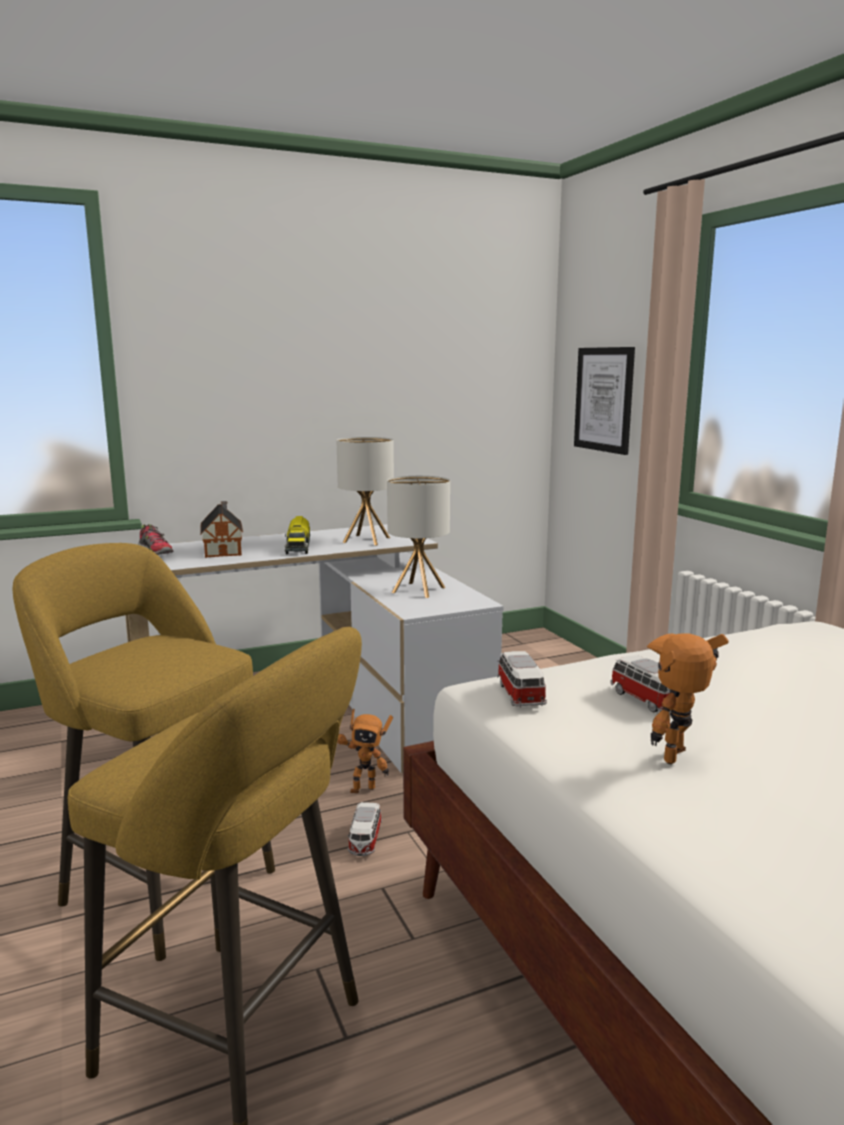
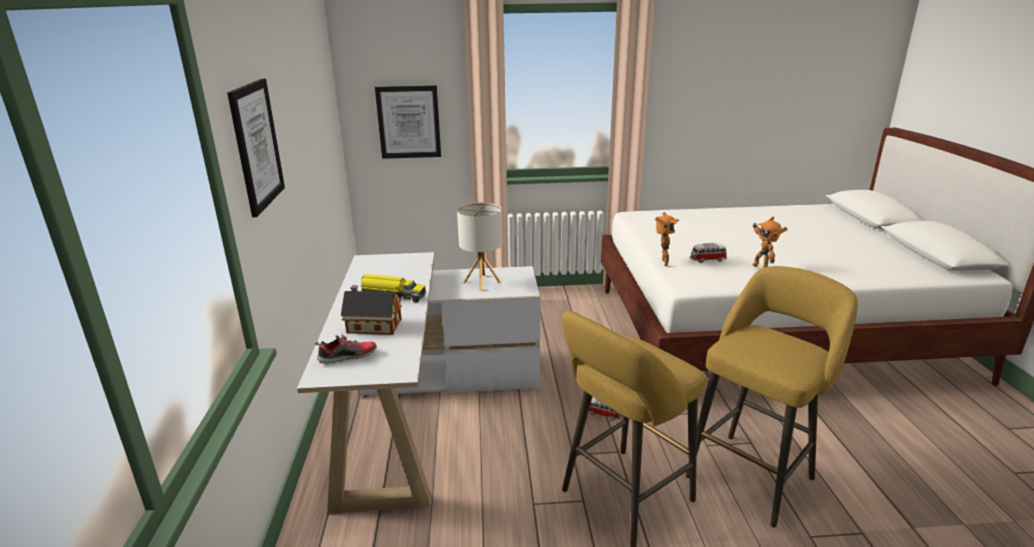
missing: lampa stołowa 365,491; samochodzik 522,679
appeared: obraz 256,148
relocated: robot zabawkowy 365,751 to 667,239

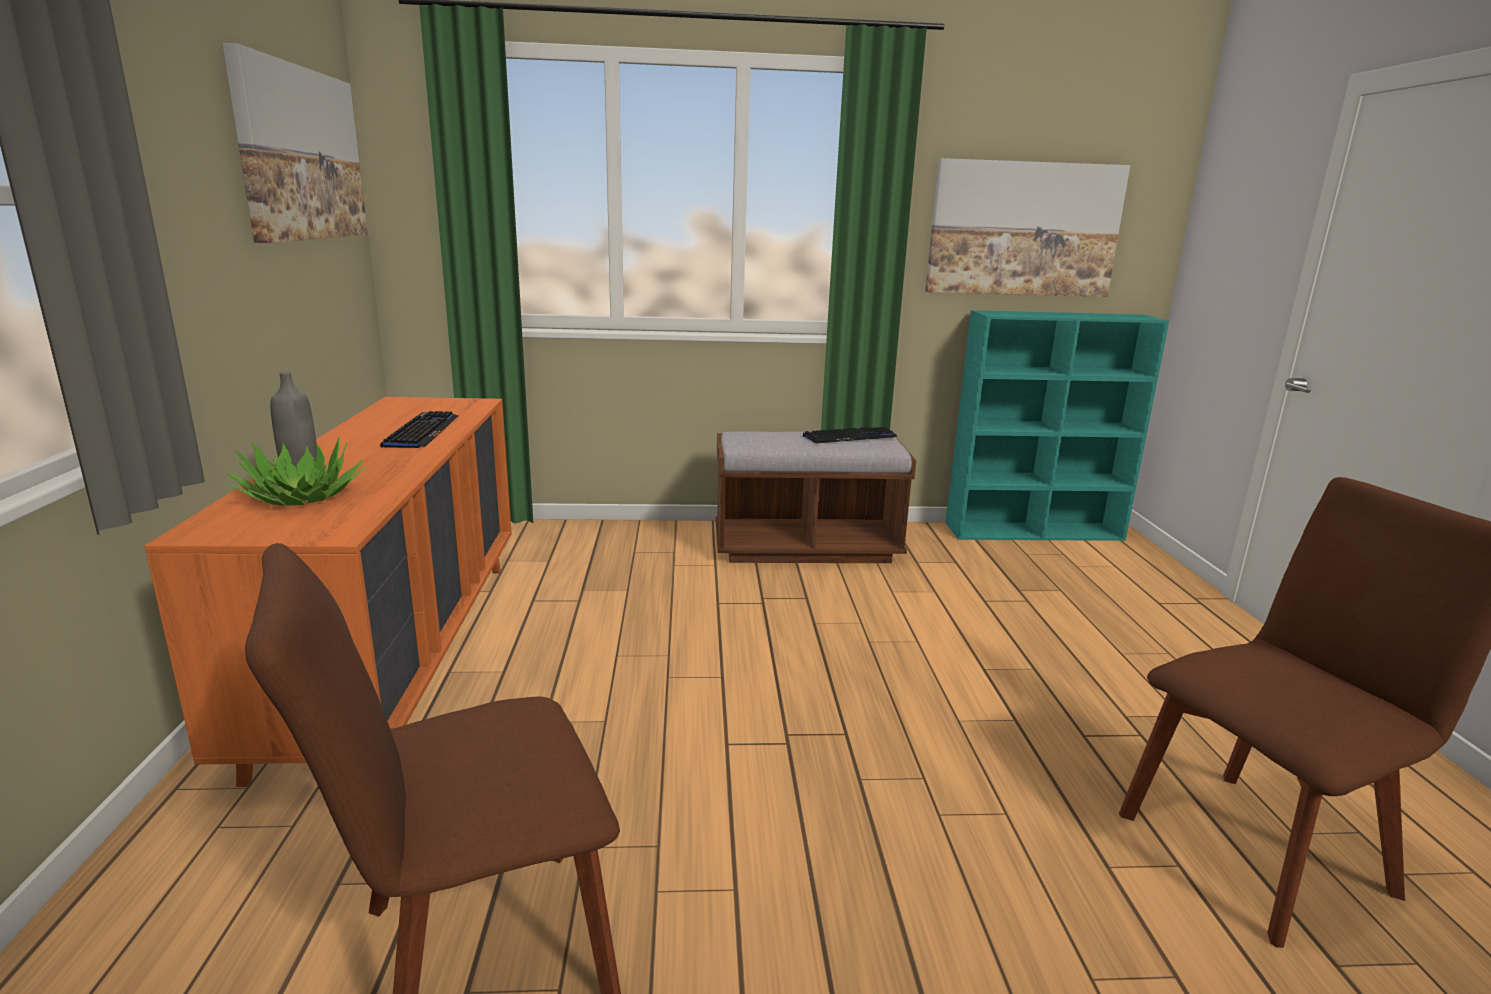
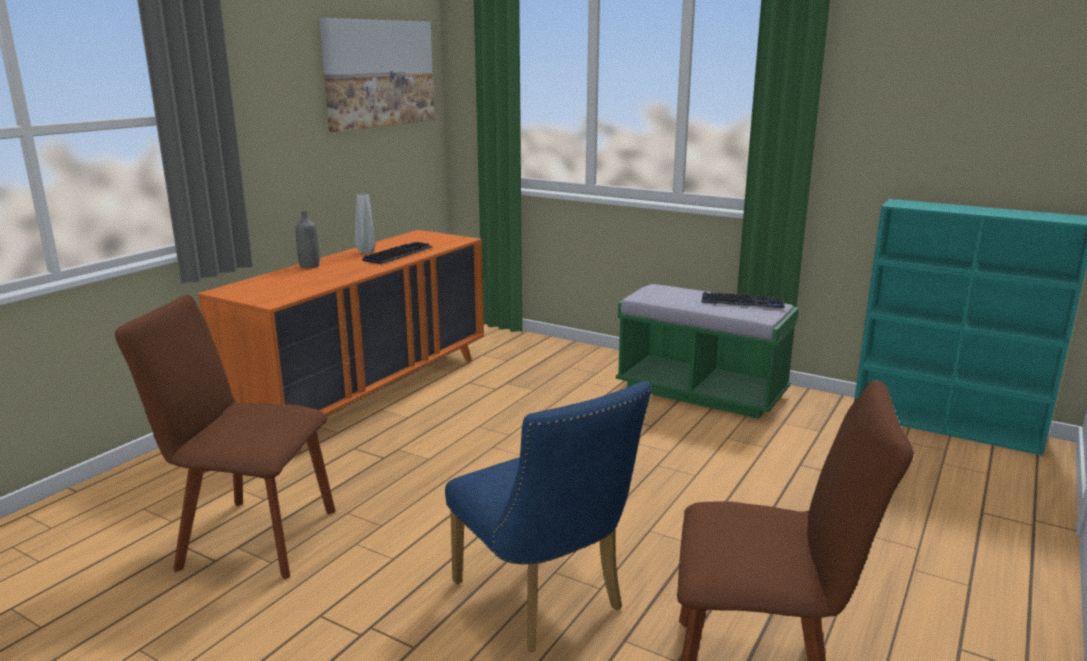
missing: roślina doniczkowa 296,471; obraz 1027,227
appeared: wazon (szary) 365,223; krzesło (niebieski) 548,516
colour: ławka (brązowy) 815,497 to ławka (zielony) 707,351

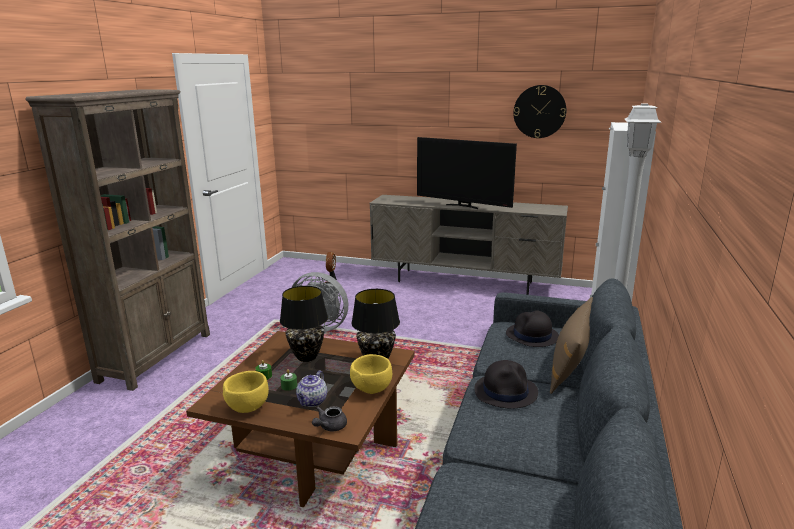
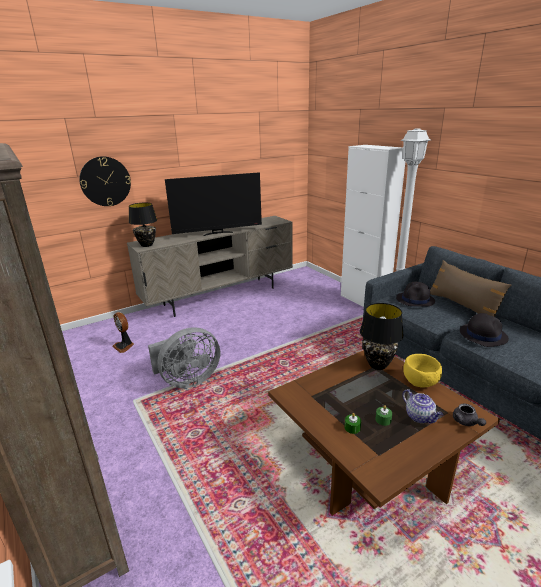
missing: miska (żółty) 246,392
relocated: lampa stołowa (czarny) 304,324 to 143,225; zegar ścienny 539,111 to 105,181

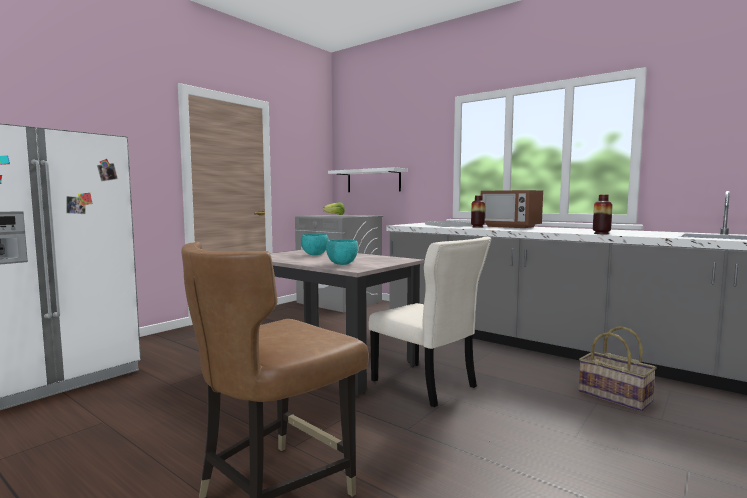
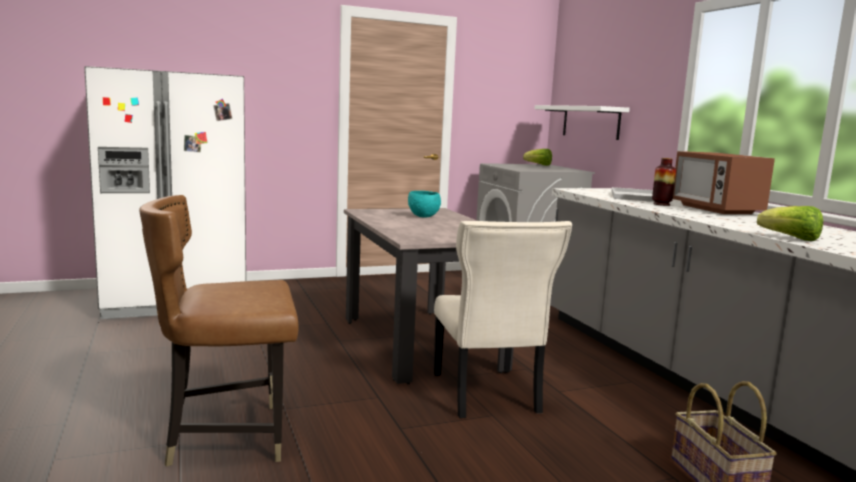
missing: miska (turkusowy) 342,252
exchanged: wazon 603,214 to sałata 790,223

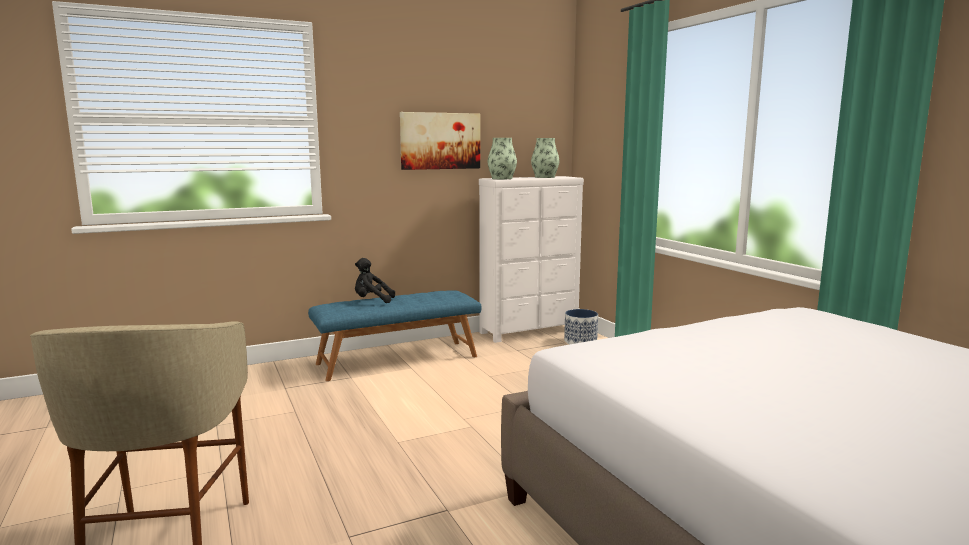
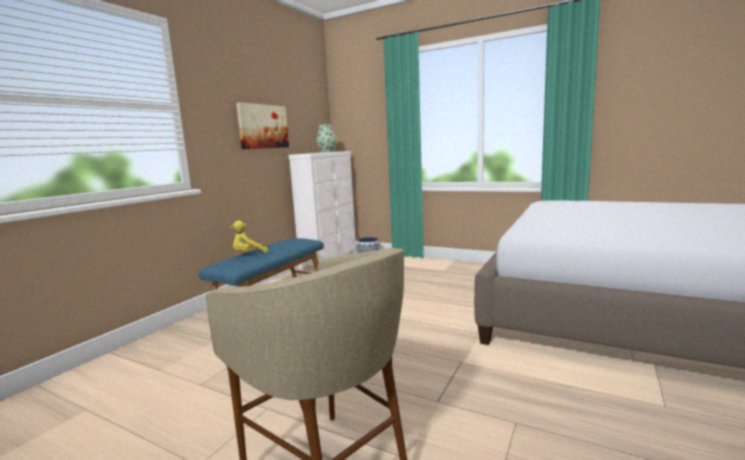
missing: wazon 502,158
colour: pluszak (czarny) 375,280 to pluszak (żółty) 249,237

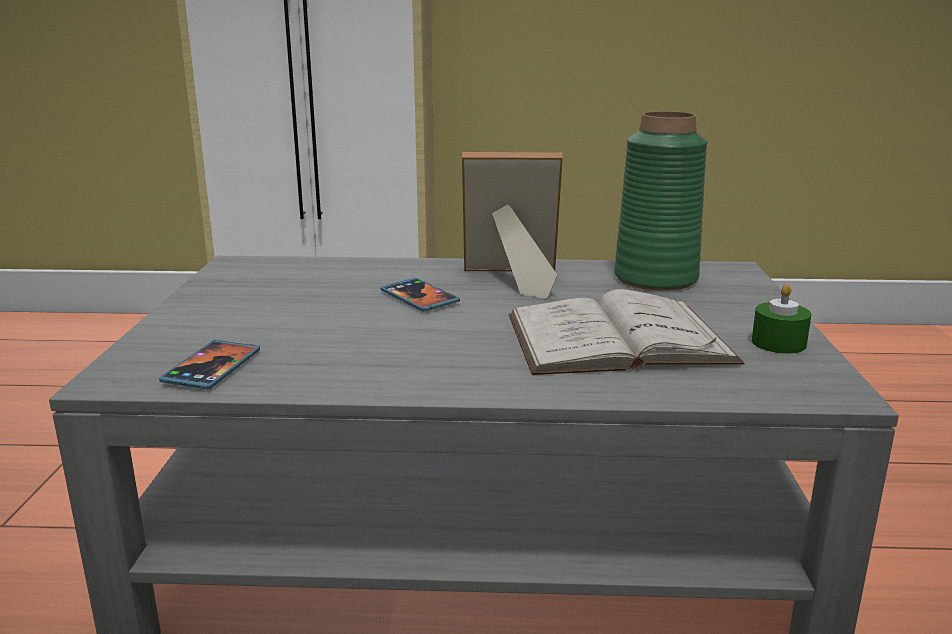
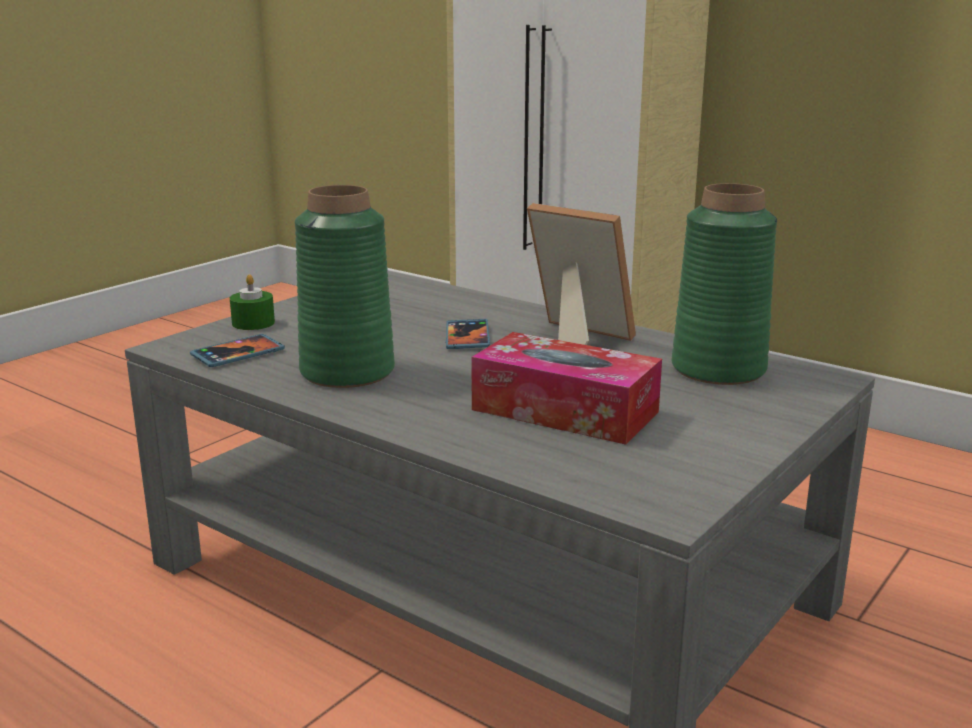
appeared: wazon (zielony) 345,286
relocated: świeca (zielony) 782,319 to 252,302
exchanged: książka (biały) 627,332 to pudełko chusteczek 566,388

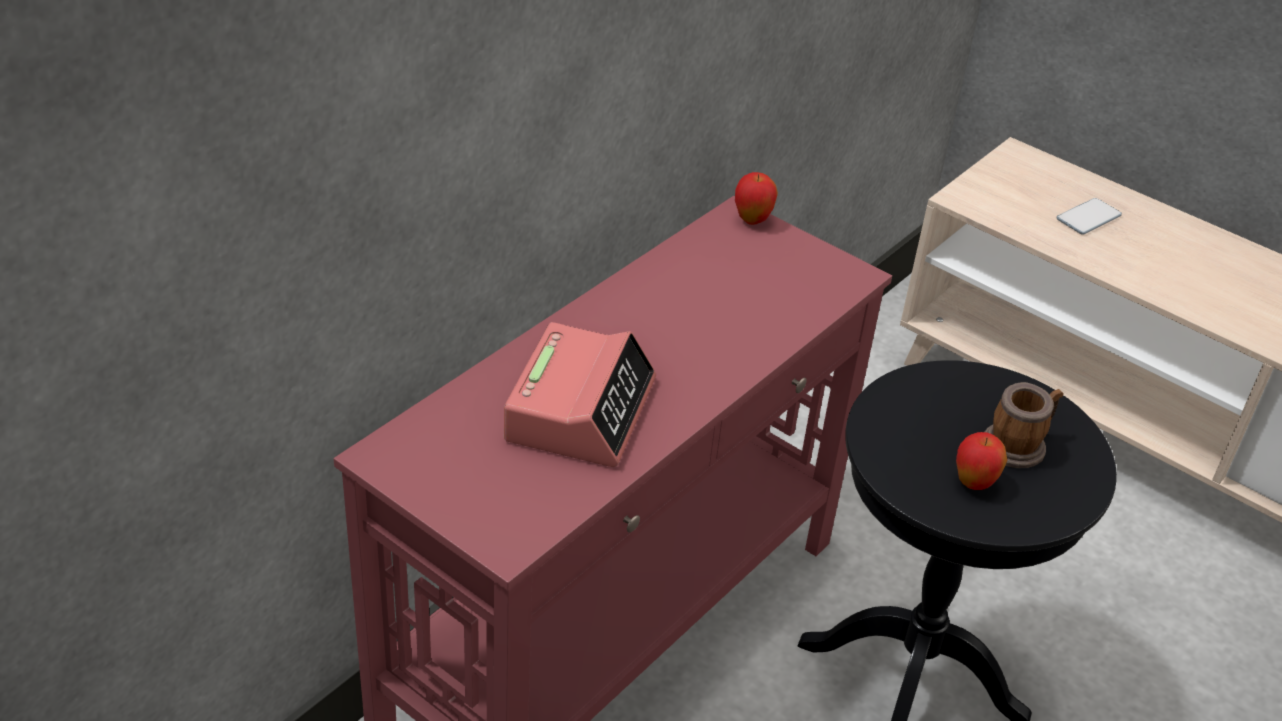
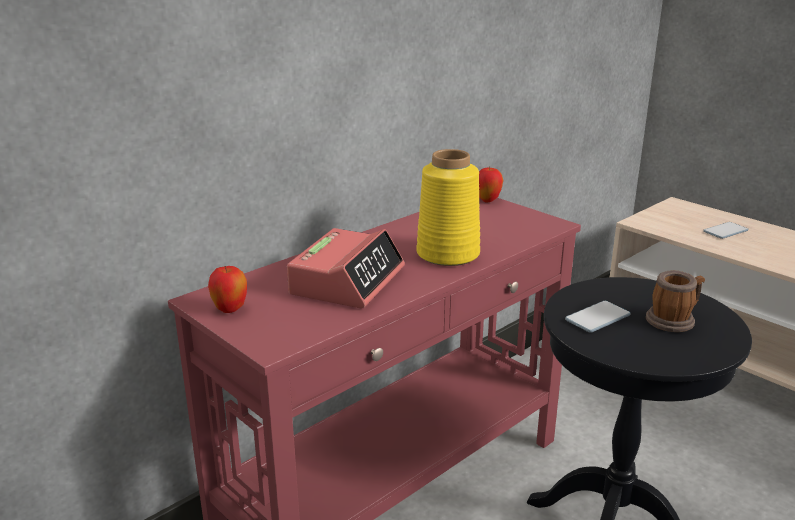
appeared: wazon (żółty) 448,207; telefon 598,317
relocated: jabłko 981,461 to 227,289

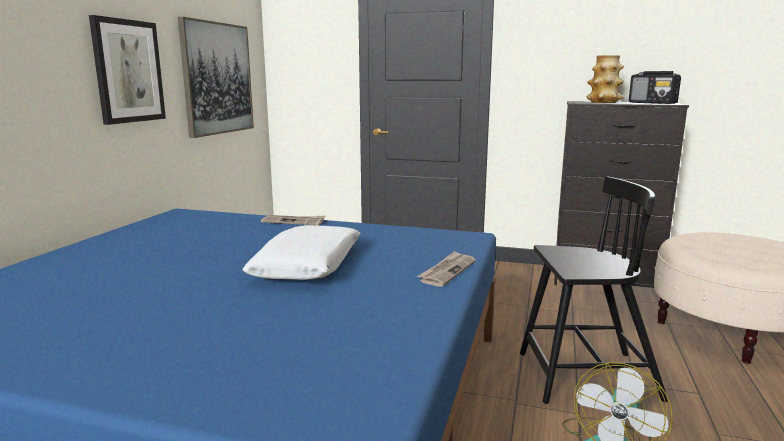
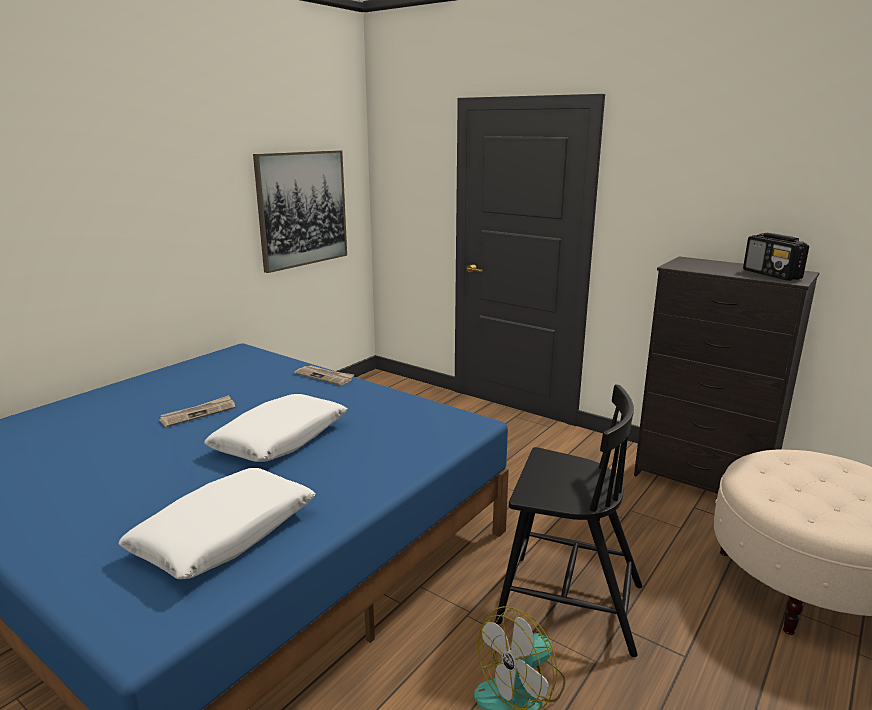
missing: obraz 127,70; wazon 605,79
appeared: poduszka (biały) 217,523
relocated: gazeta 446,269 to 197,411

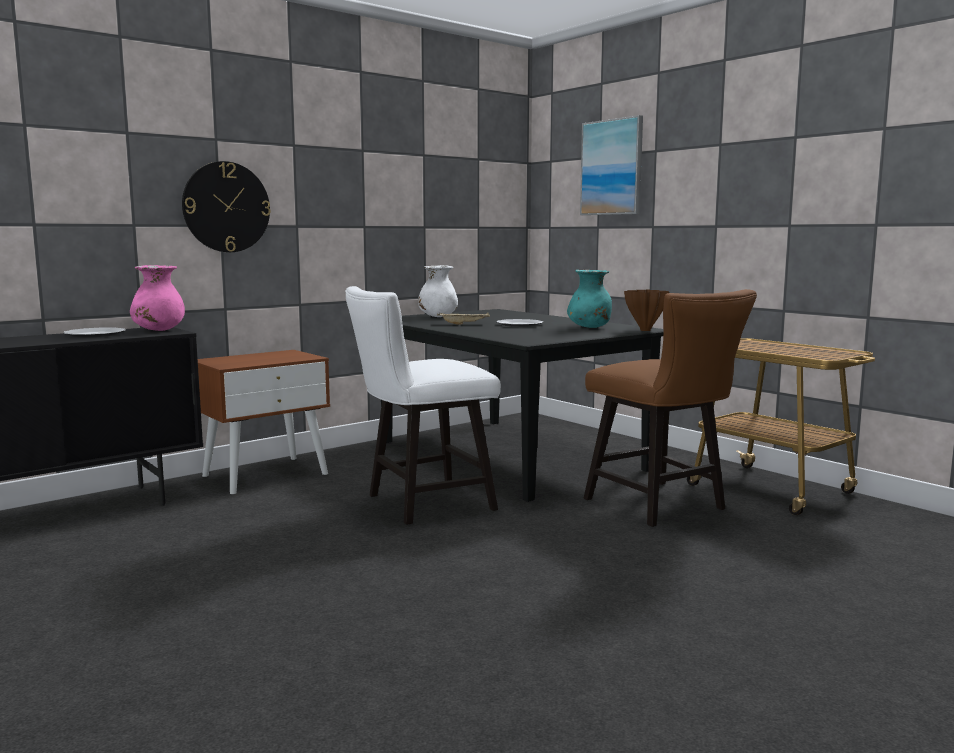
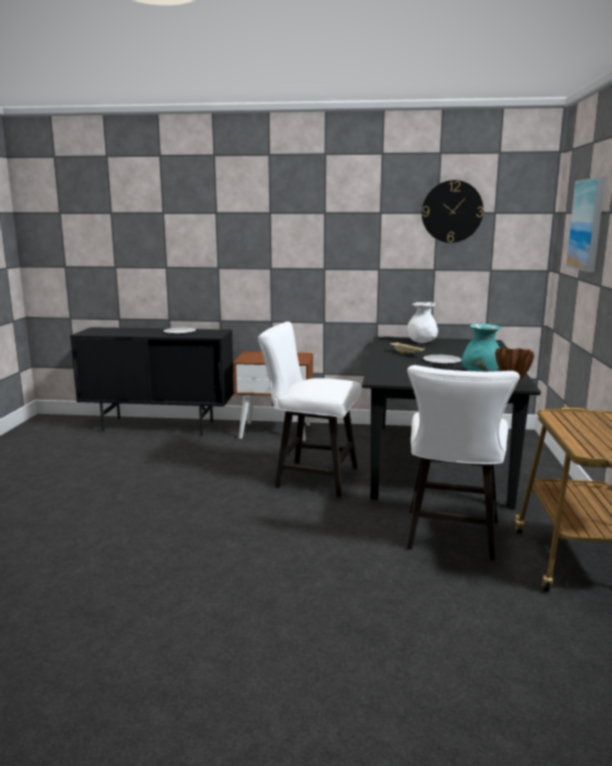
missing: wazon (różowy) 157,298
relocated: zegar ścienny 226,206 to 452,211
colour: krzesło (brązowy) 670,408 to krzesło (biały) 463,462

